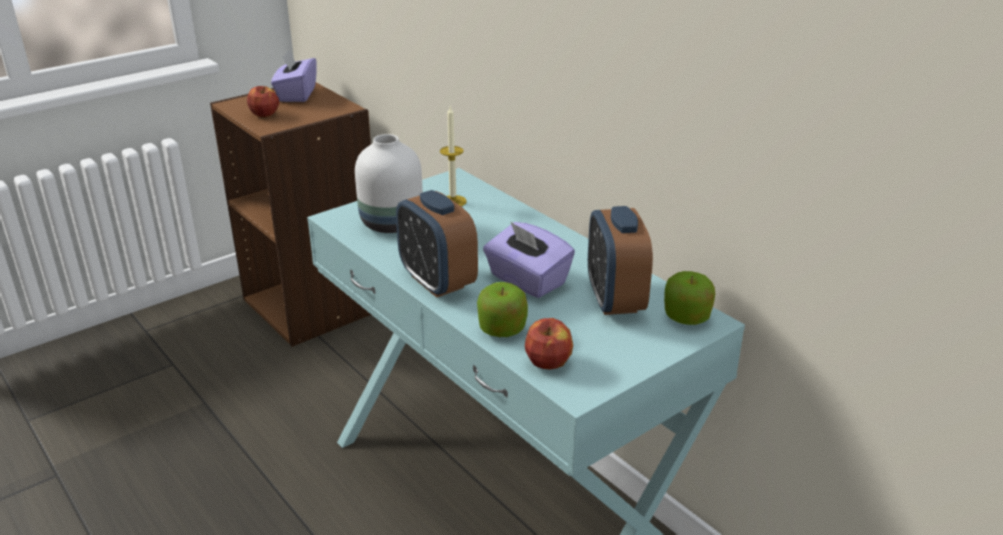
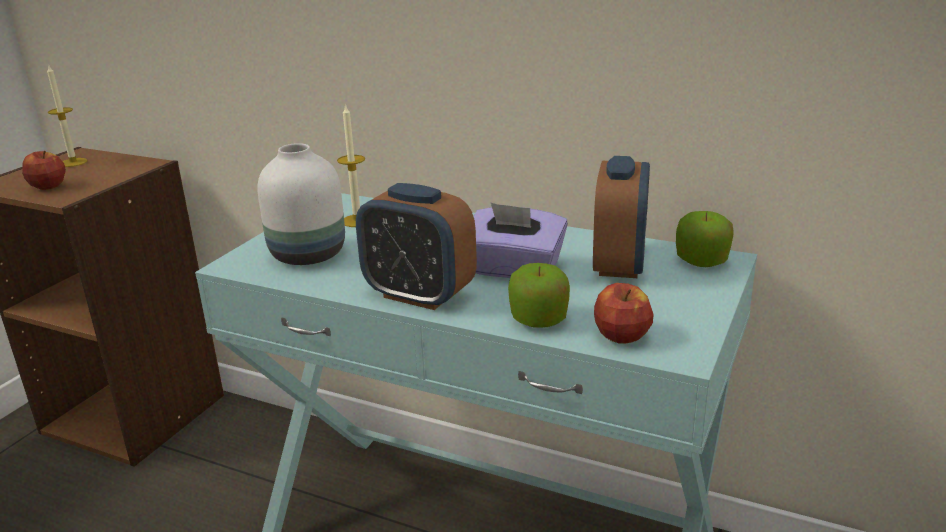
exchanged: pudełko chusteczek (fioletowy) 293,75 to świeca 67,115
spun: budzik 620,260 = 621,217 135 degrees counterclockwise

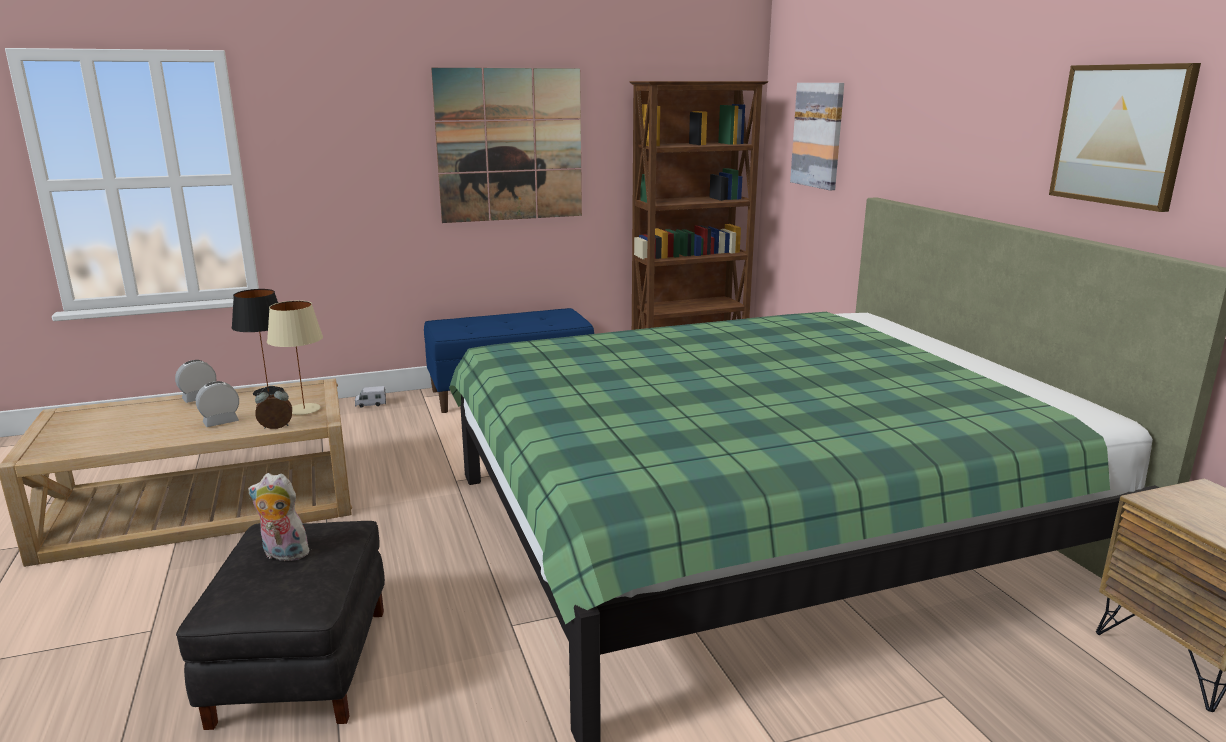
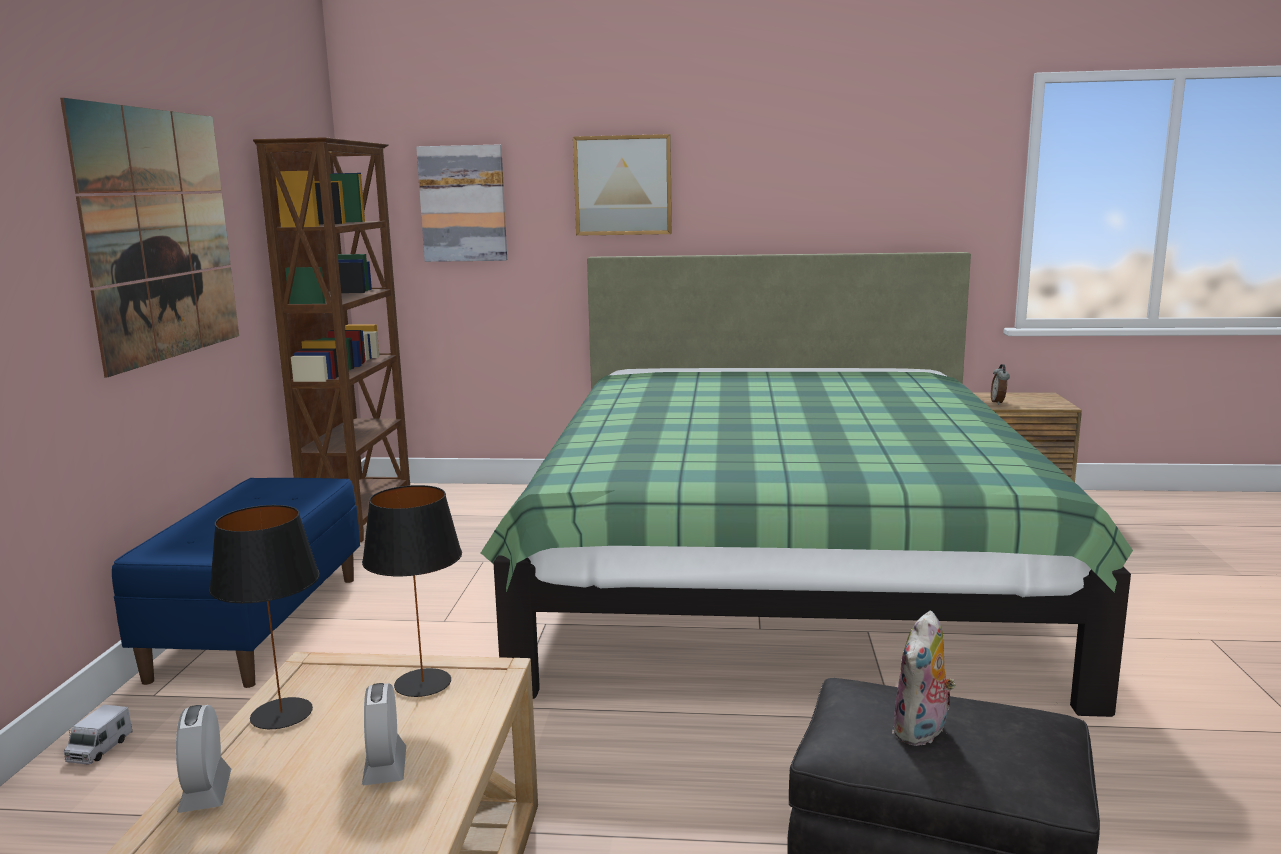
relocated: budzik 273,407 to 1000,384; obraz 1125,137 to 622,185
colour: lampa stołowa (beżowy) 295,357 to lampa stołowa (czarny) 412,591

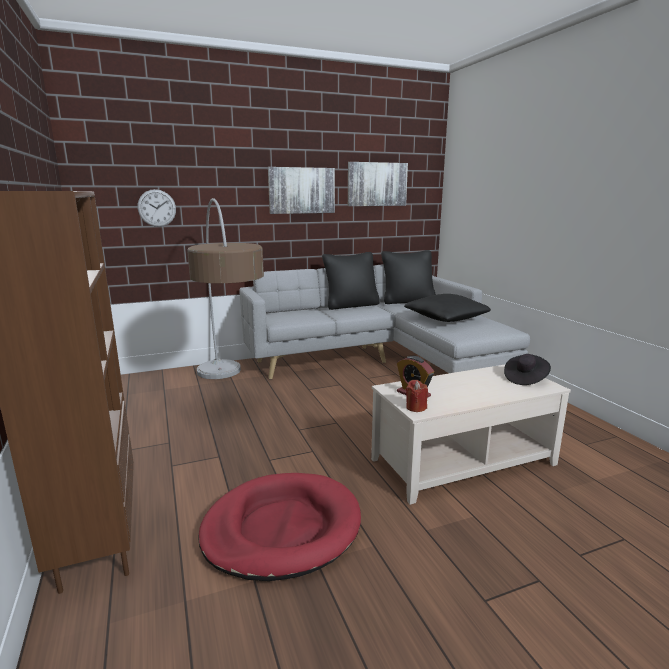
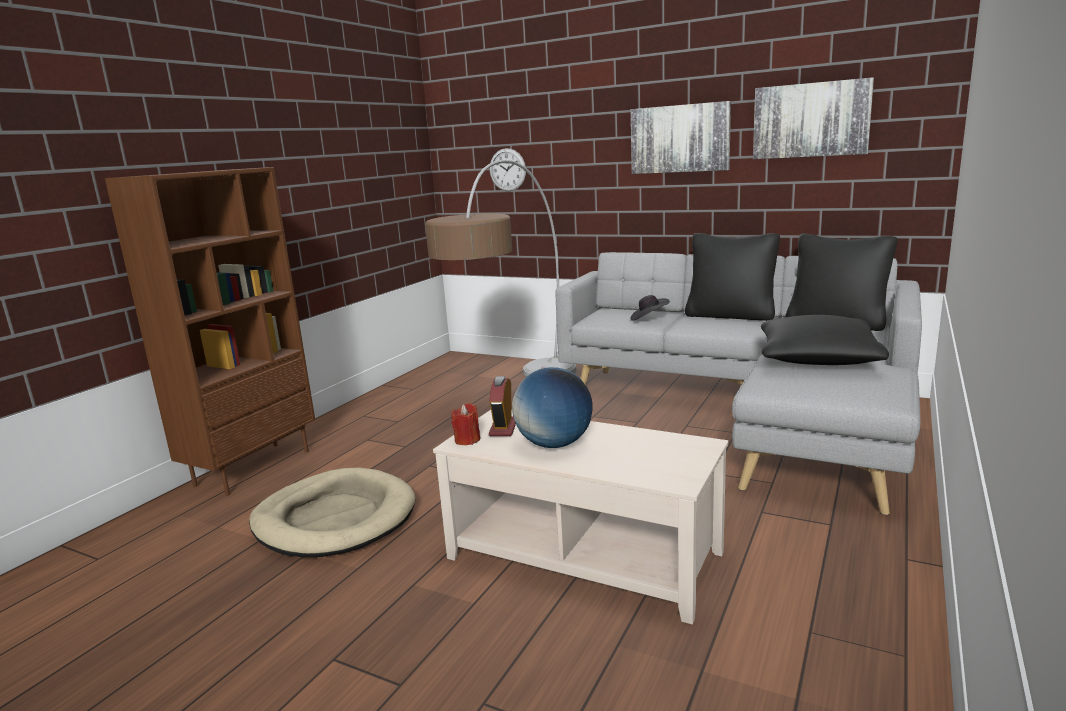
appeared: globus 552,407
relocated: kapelusz (czarny) 527,369 to 650,308
colour: legowisko (czerwony) 279,527 to legowisko (beżowy) 332,513

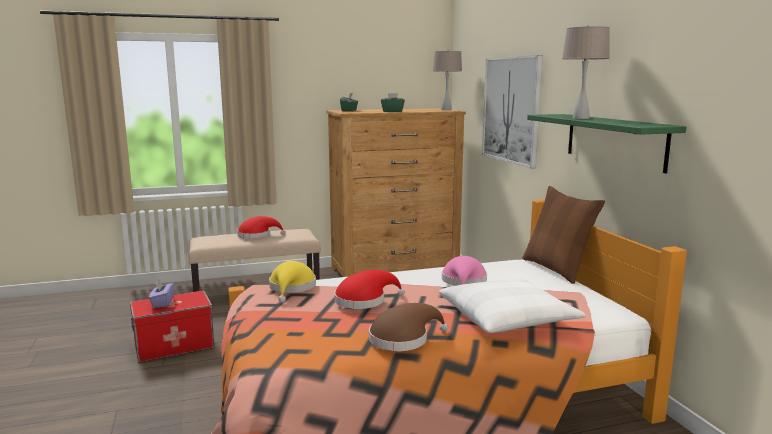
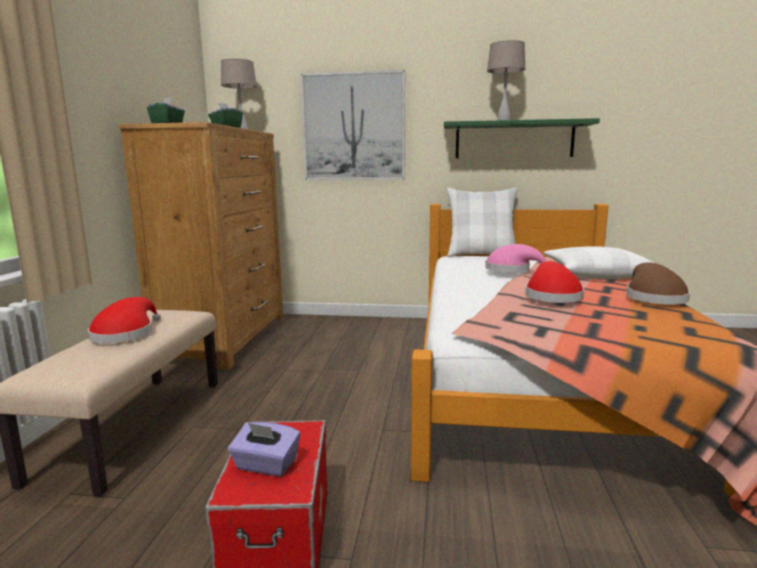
missing: kapelusz (żółty) 292,282
colour: poduszka (brązowy) 563,235 to poduszka (biały) 482,222

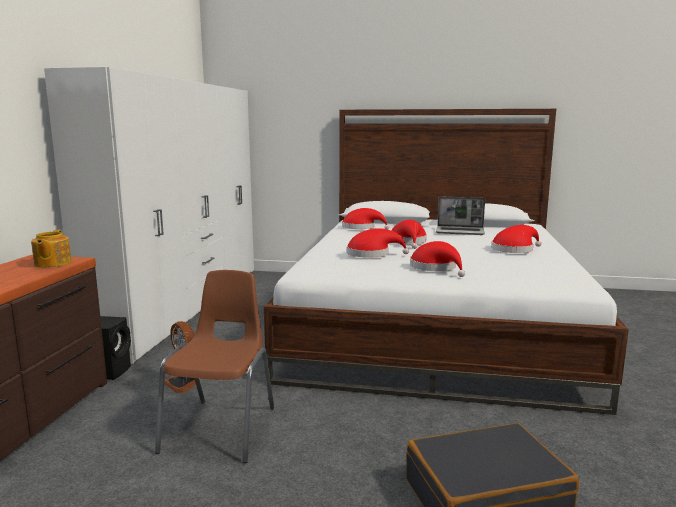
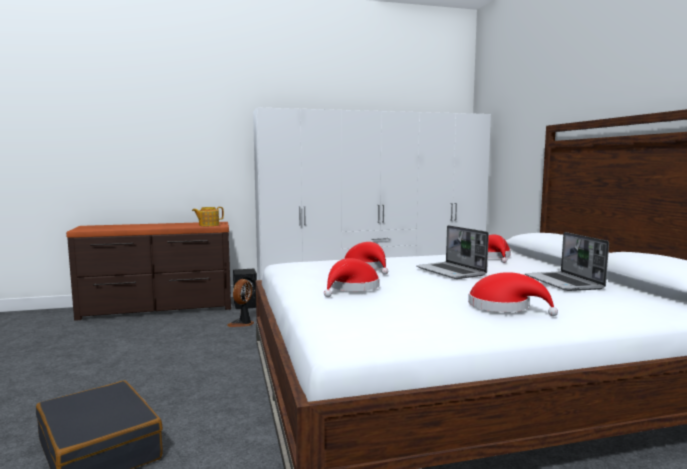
missing: krzesło (brązowy) 214,366
exchanged: kapelusz (czerwony) 409,234 to laptop 452,252

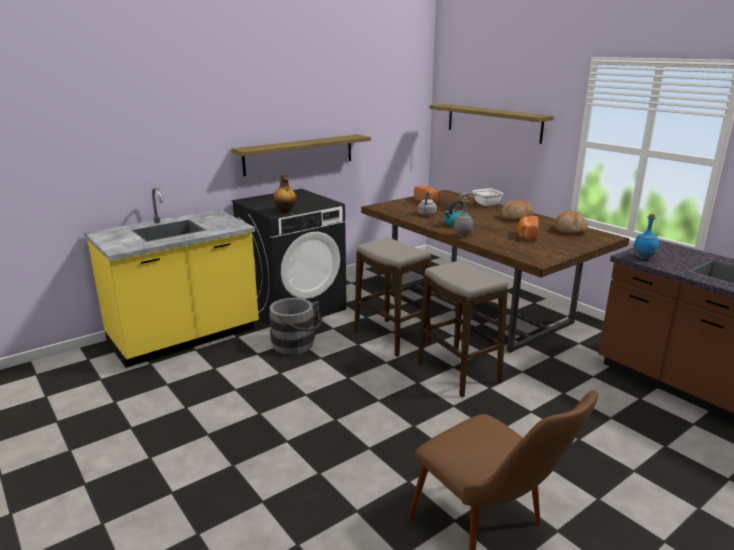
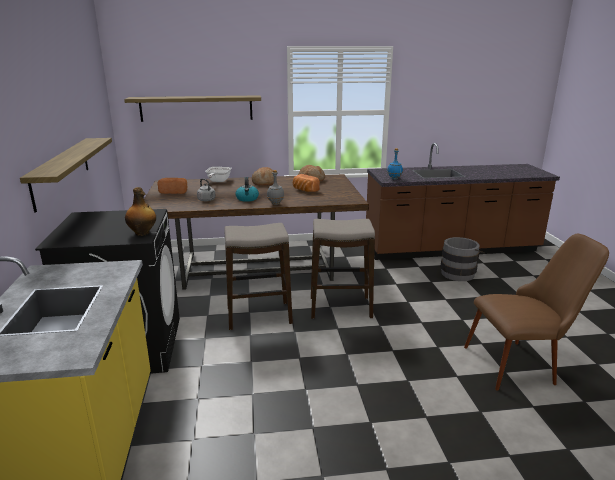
relocated: wiadro (szary) 295,326 to 463,259

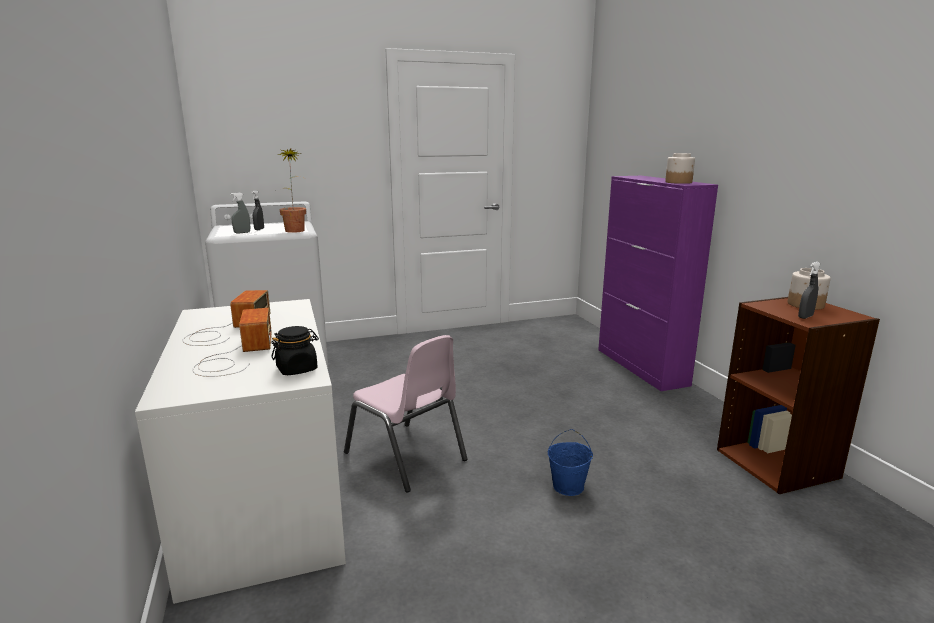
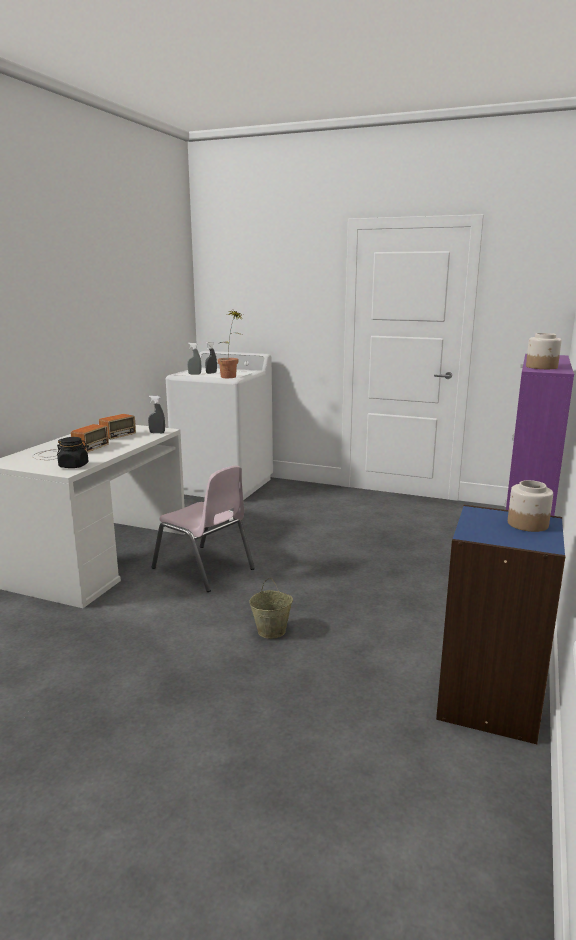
relocated: spryskiwacz (szary) 809,290 to 156,414
colour: wiadro (niebieski) 570,462 to wiadro (beżowy) 271,608; regał (brązowy) 798,395 to regał (niebieski) 500,624
spun: krzesło (różowy) 406,414 = 203,528 45 degrees counterclockwise

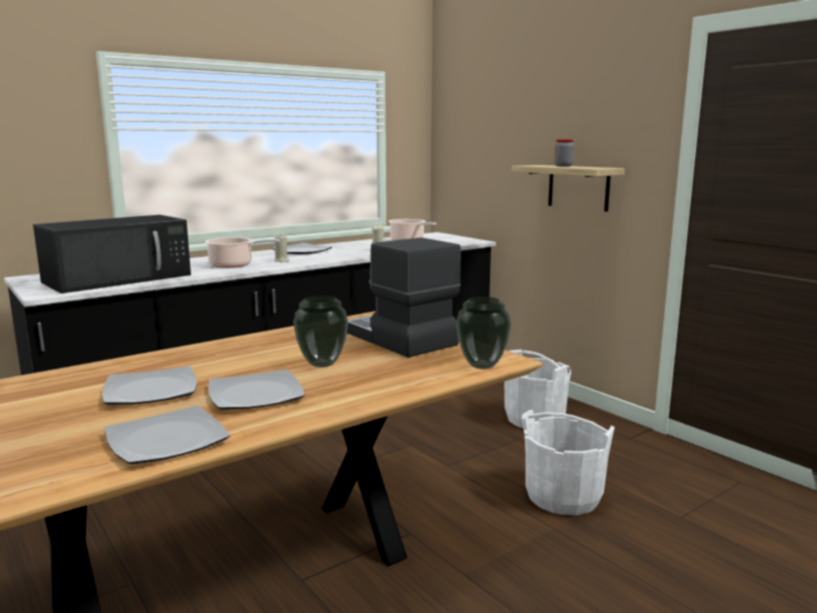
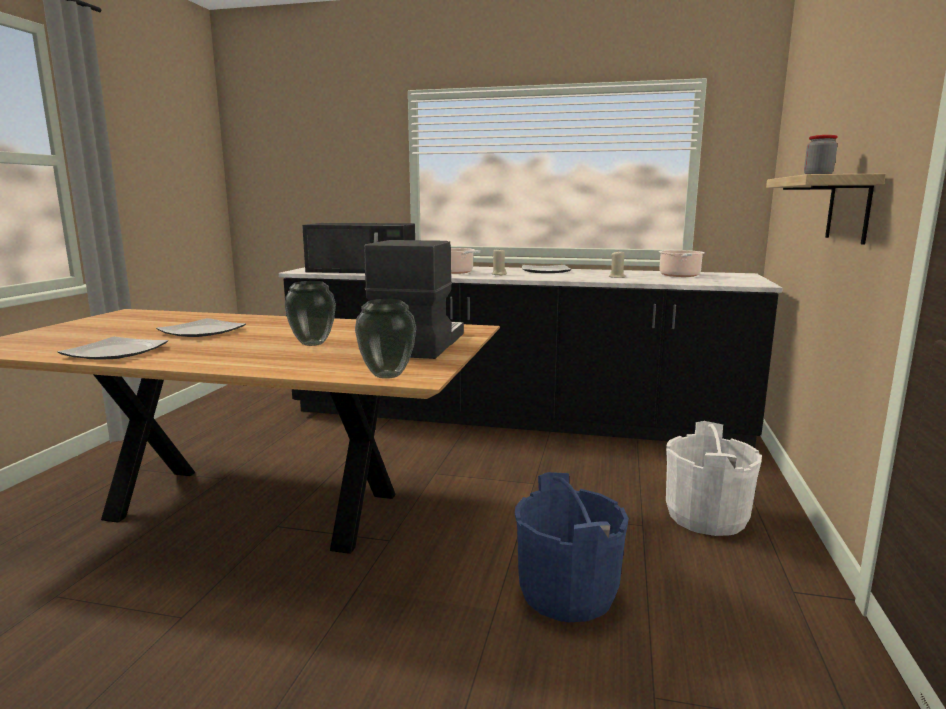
missing: talerz 256,389
colour: wiadro (biały) 568,462 to wiadro (niebieski) 572,547

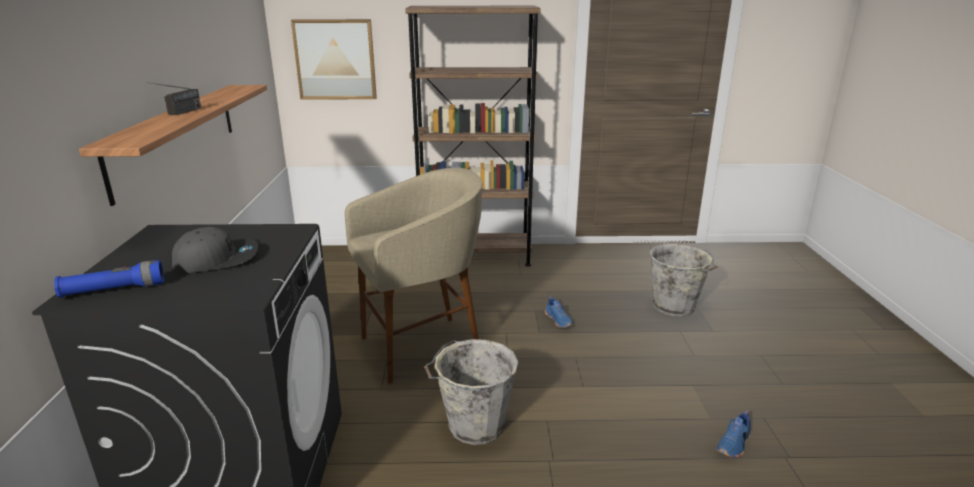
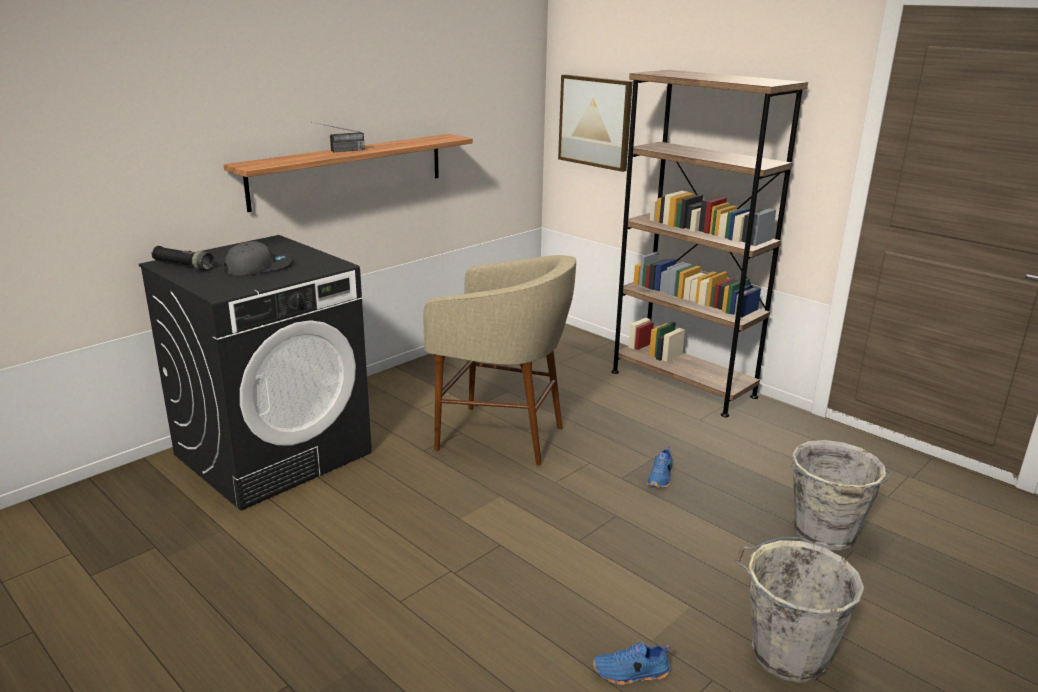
relocated: wiadro (szary) 471,392 to 799,610
colour: latarka (niebieski) 109,279 to latarka (czarny) 182,258
spun: czapka z daszkiem (szary) 214,250 = 257,258 60 degrees counterclockwise

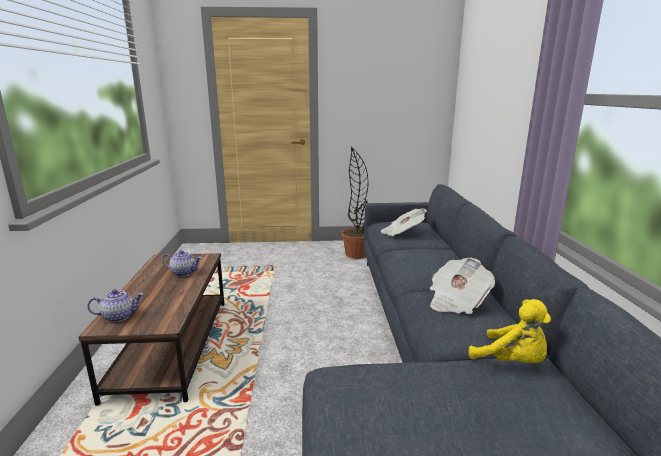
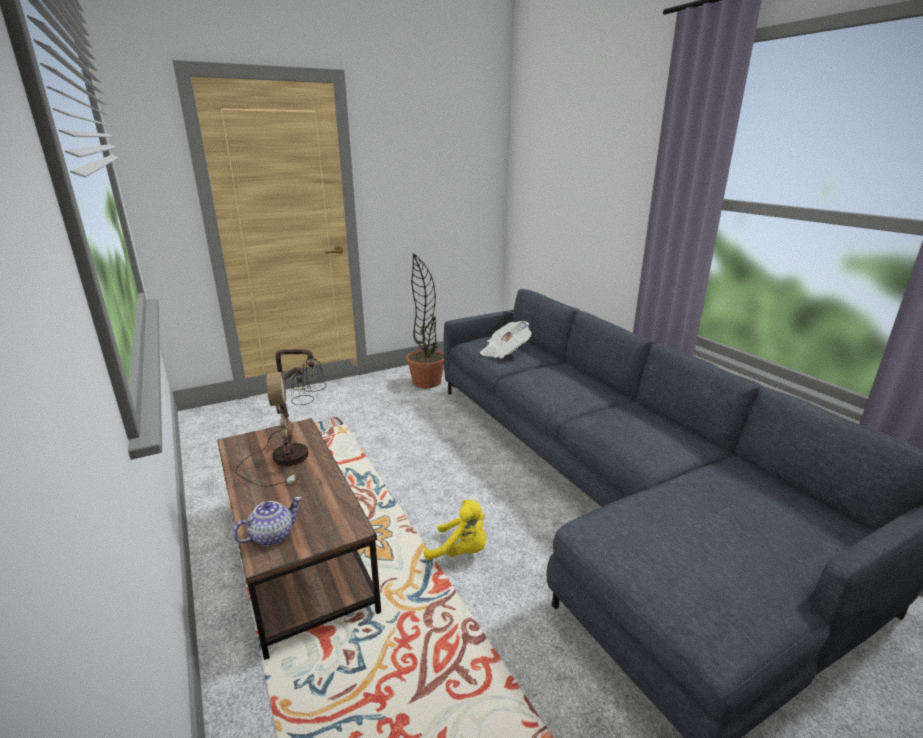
missing: gazeta 462,286
relocated: pluszak (żółty) 509,331 to 455,530
exchanged: imbryk 182,263 to lampa stołowa 281,418

